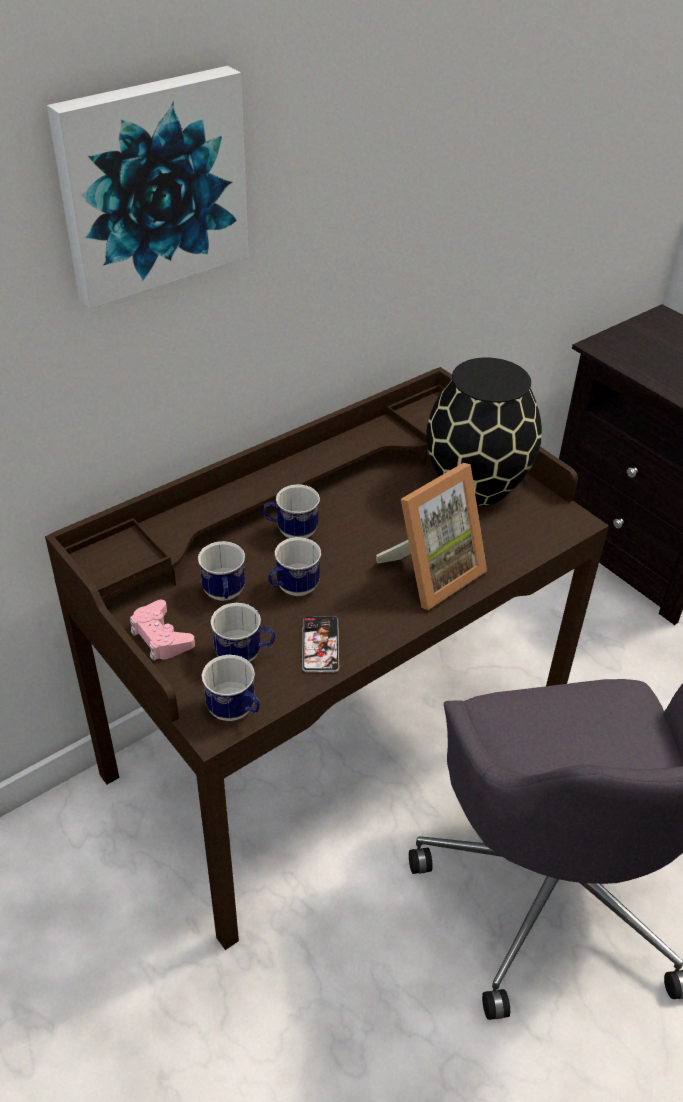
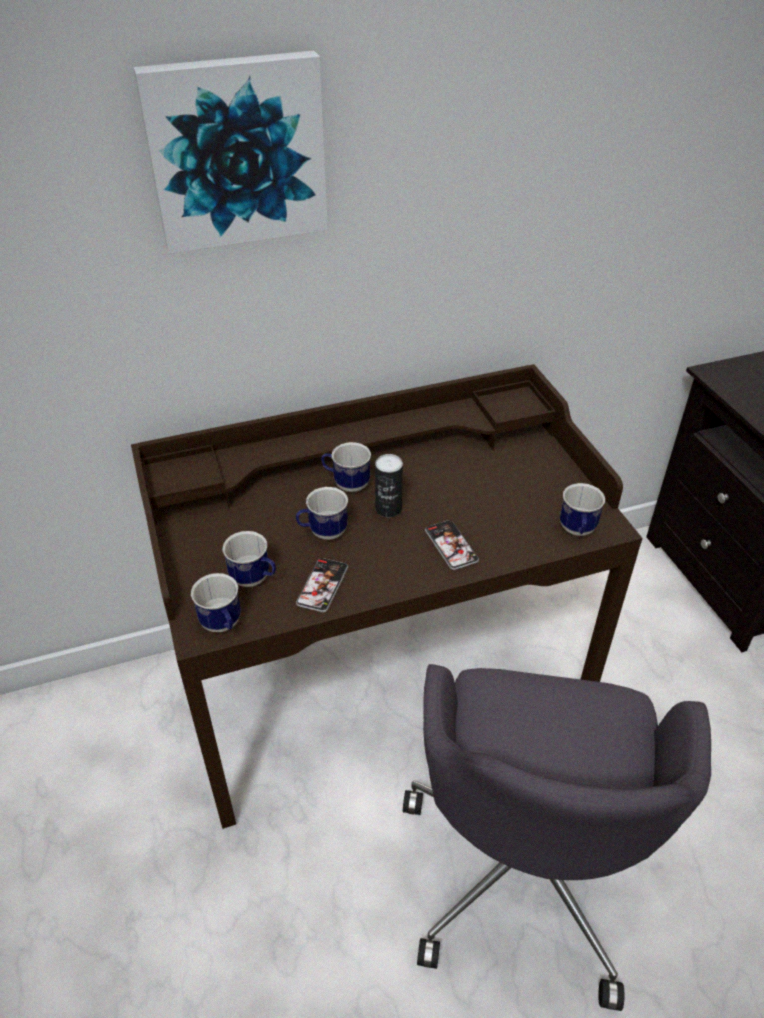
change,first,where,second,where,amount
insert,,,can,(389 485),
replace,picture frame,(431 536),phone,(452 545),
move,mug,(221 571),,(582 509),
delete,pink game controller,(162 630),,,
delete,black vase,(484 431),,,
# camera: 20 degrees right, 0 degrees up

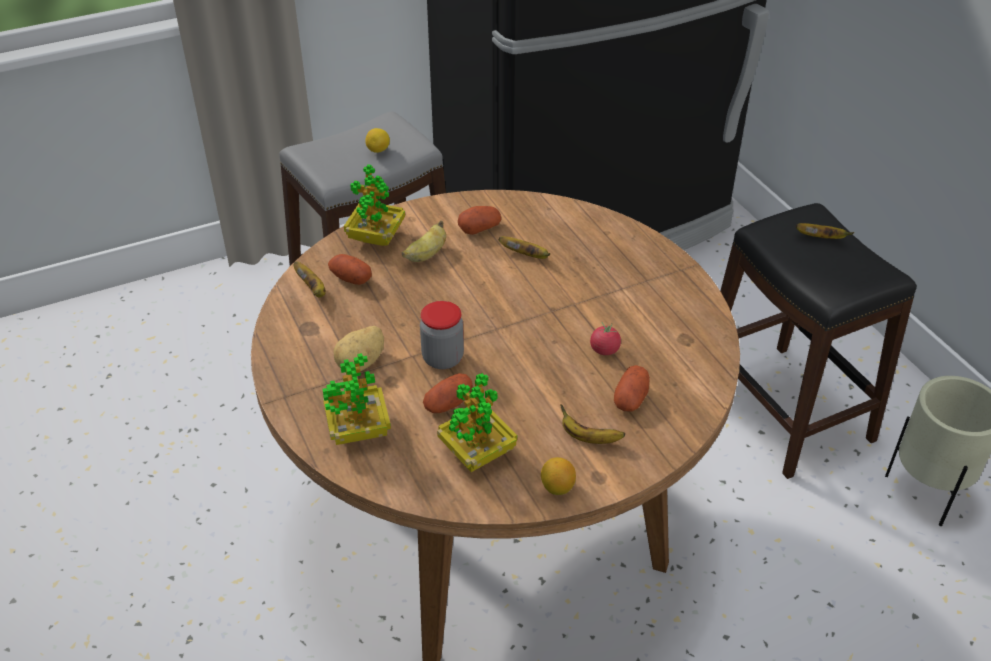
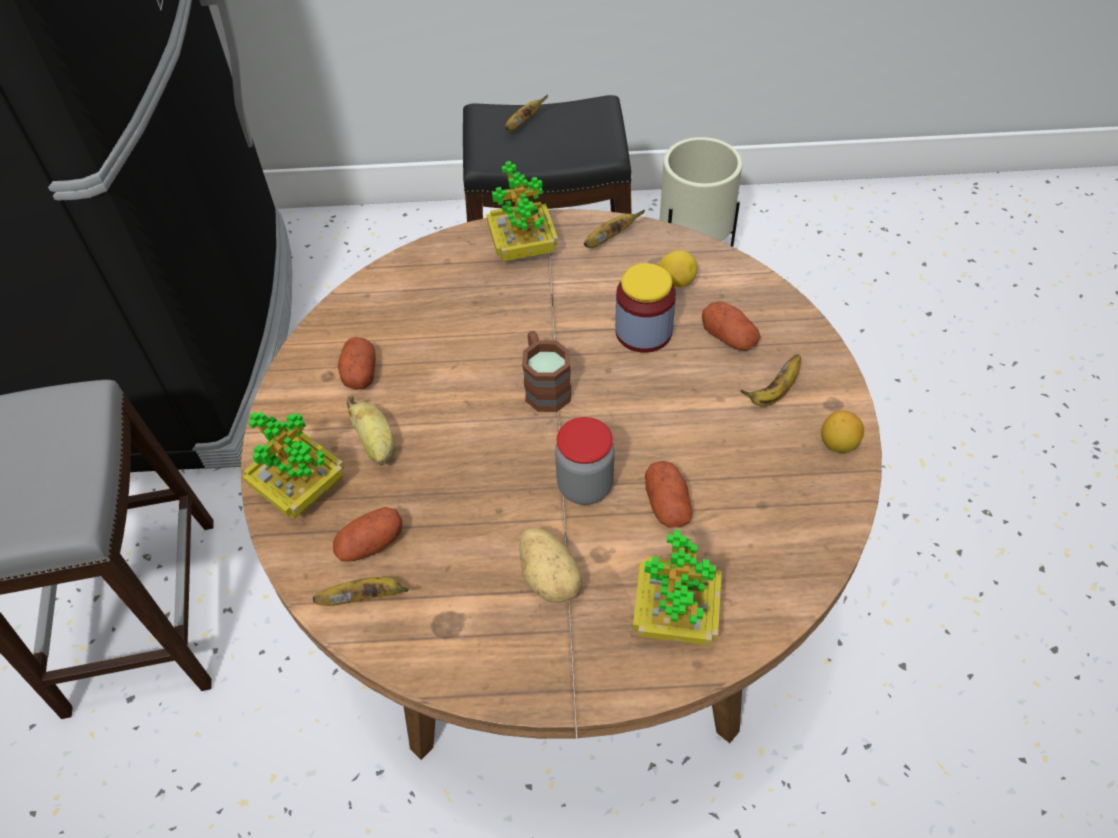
change,first,where,second,where,amount
move,potted plant,(477 422),,(522 211),
insert,,,brown mug,(546 371),
move,banana,(524 247),,(614 229),
replace,tomato,(605 339),jar,(645 308),
move,lemon,(377 140),,(677 268),
# camera: 65 degrees left, 10 degrees up

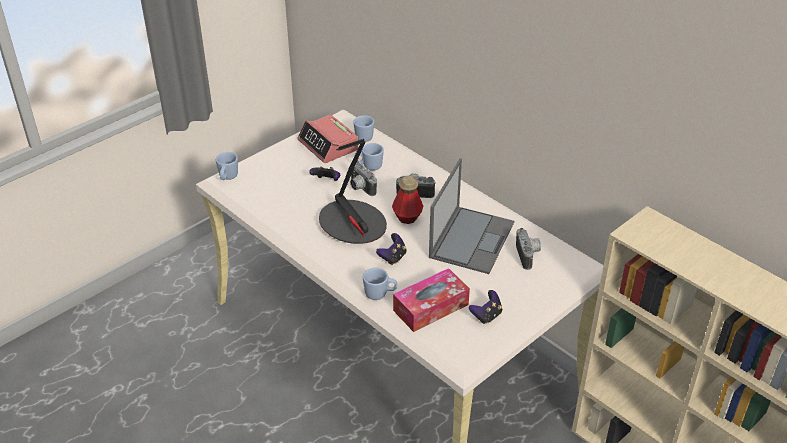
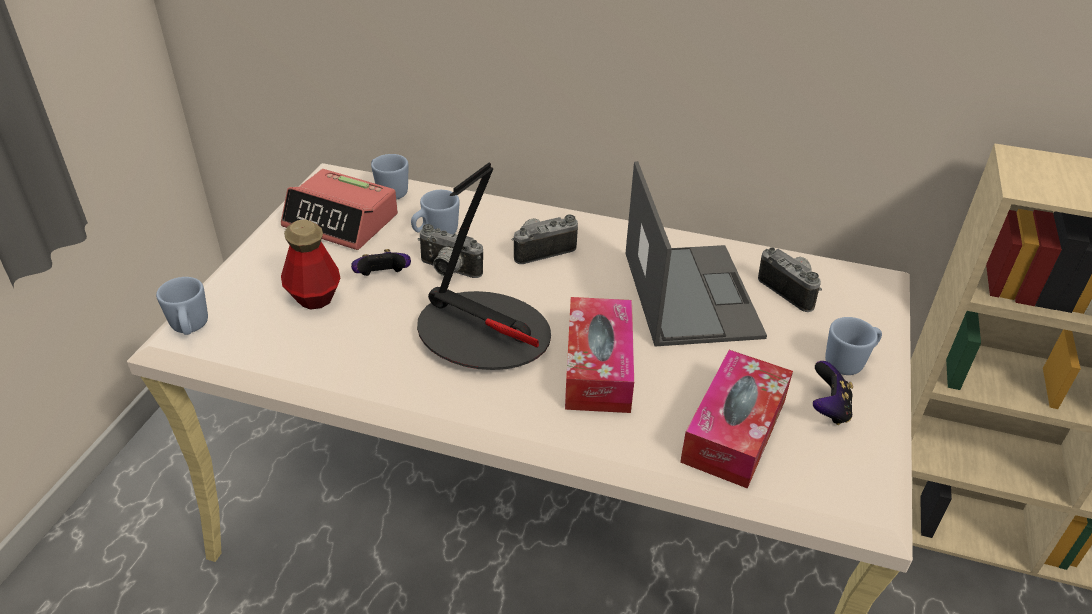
change,first,where,second,where,amount
move,bottle,(407 200),,(310 265),
replace,game controller,(391 249),tissue box,(599 355),
move,blue mug,(380 284),,(853 346),
# camera: 30 degrees left, 0 degrees up

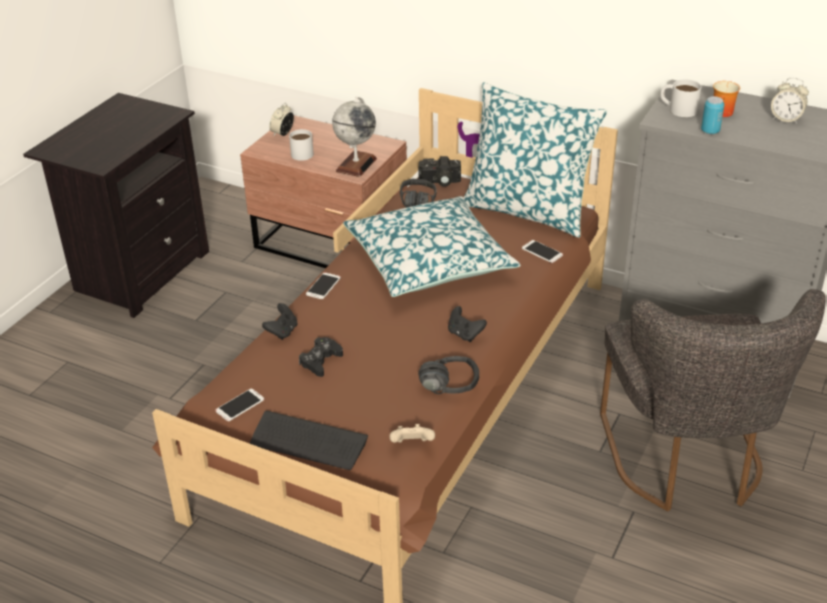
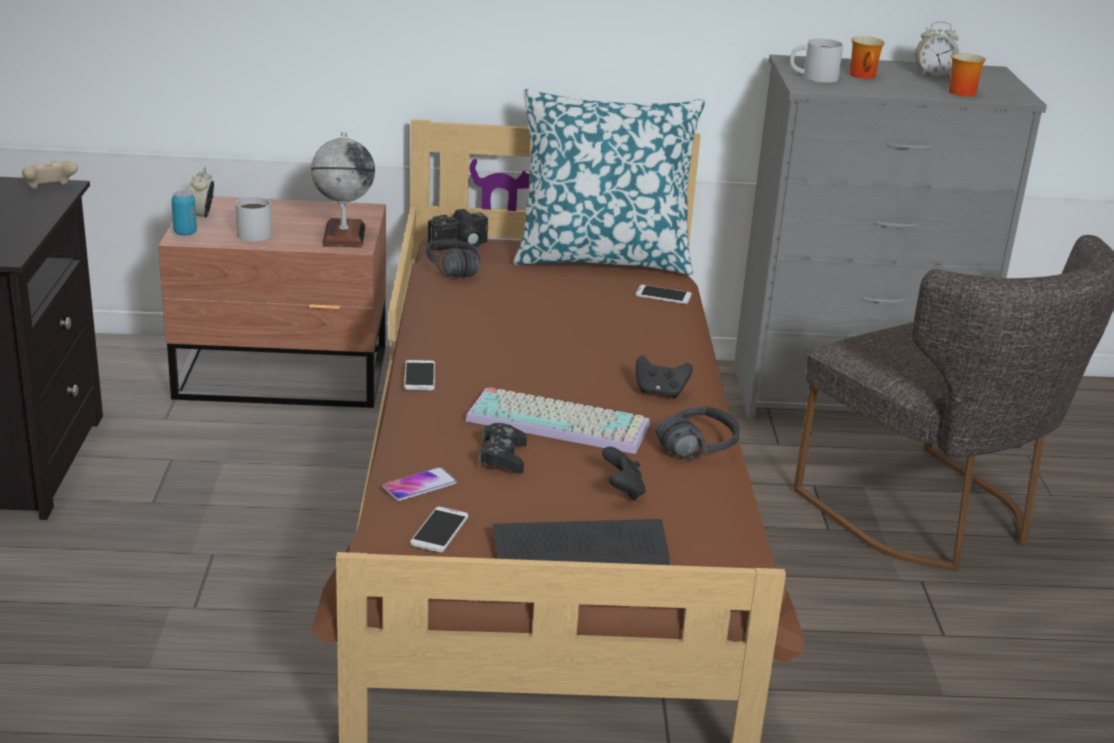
change,first,where,second,where,amount
move,beige game controller,(412 433),,(50 175),
move,can,(712 115),,(184 212),
insert,,,phone,(419 484),
insert,,,keyboard,(558 420),
move,black game controller,(280 321),,(623 473),
insert,,,mug,(967 75),
delete,pillow,(432 246),,,
# camera: 30 degrees left, 10 degrees down

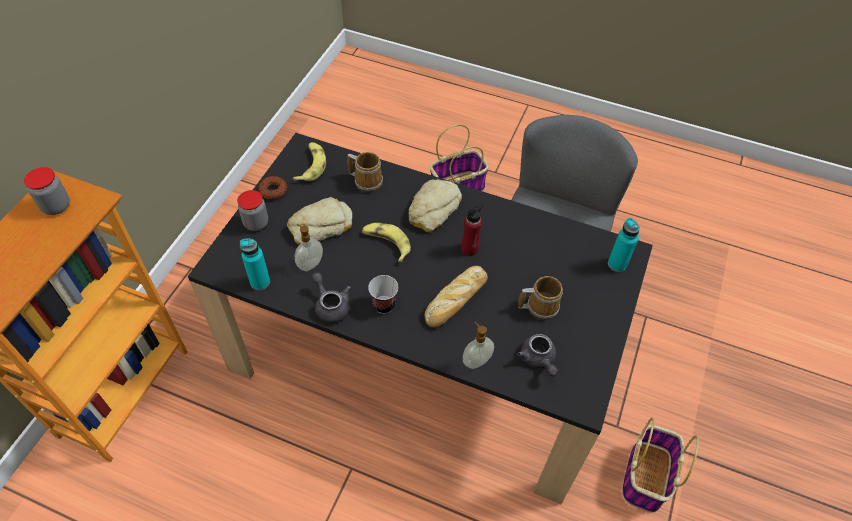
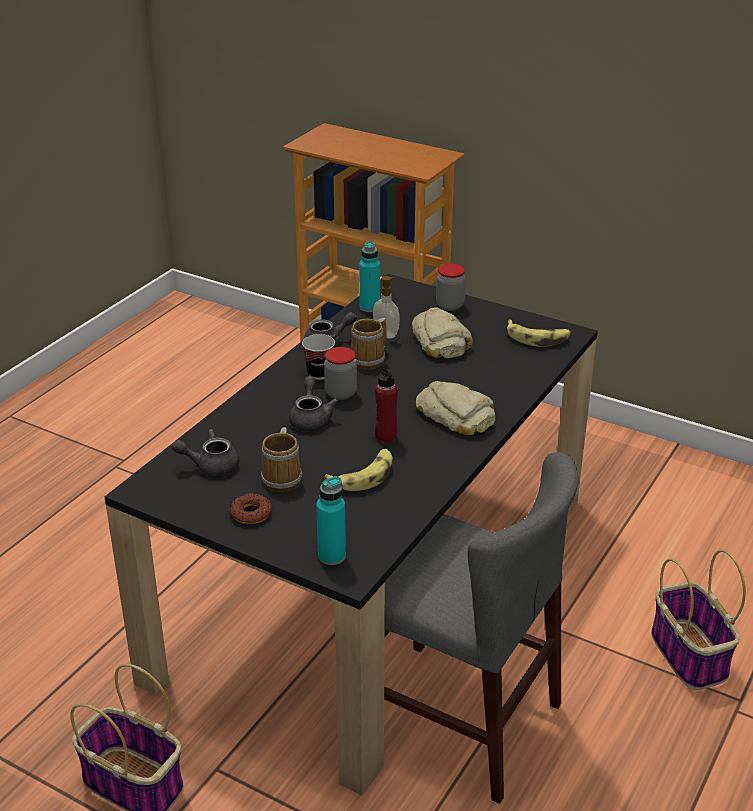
change,first,where,second,where,amount
move,donut,(272 187),,(250 508),
replace,bread,(456 297),grey teapot,(313 403),
move,jar,(47 191),,(340 373),
move,banana,(386 242),,(358 470),
move,mug,(365 172),,(369 343),
delete,soap dispenser,(478 345),,,
# camera: 100 degrees right, 20 degrees down

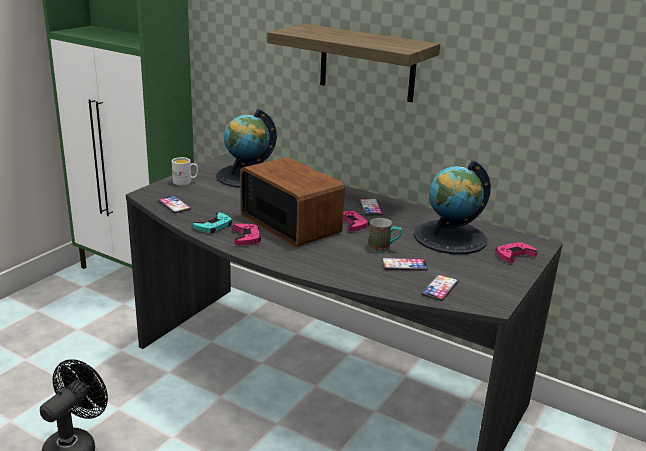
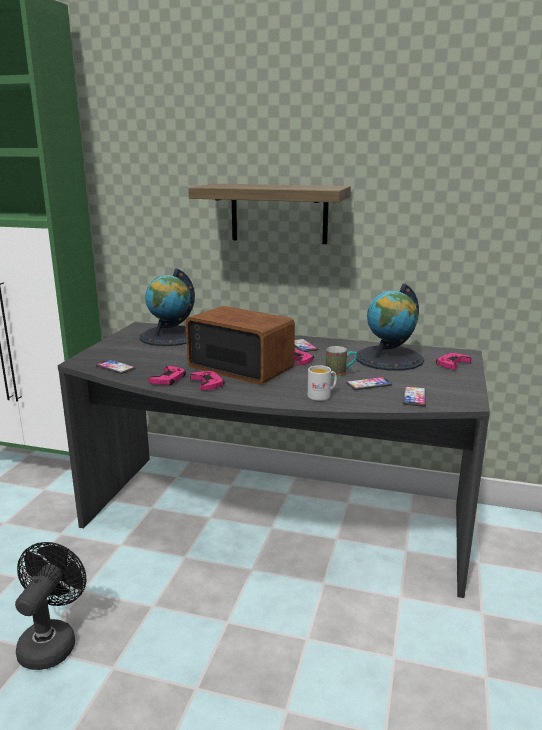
change,first,where,second,where,amount
recolor,turquoise game controller,(212 222),pink game controller,(167 375),
move,white mug,(185 171),,(322 383),
# camera: 15 degrees left, 5 degrees down

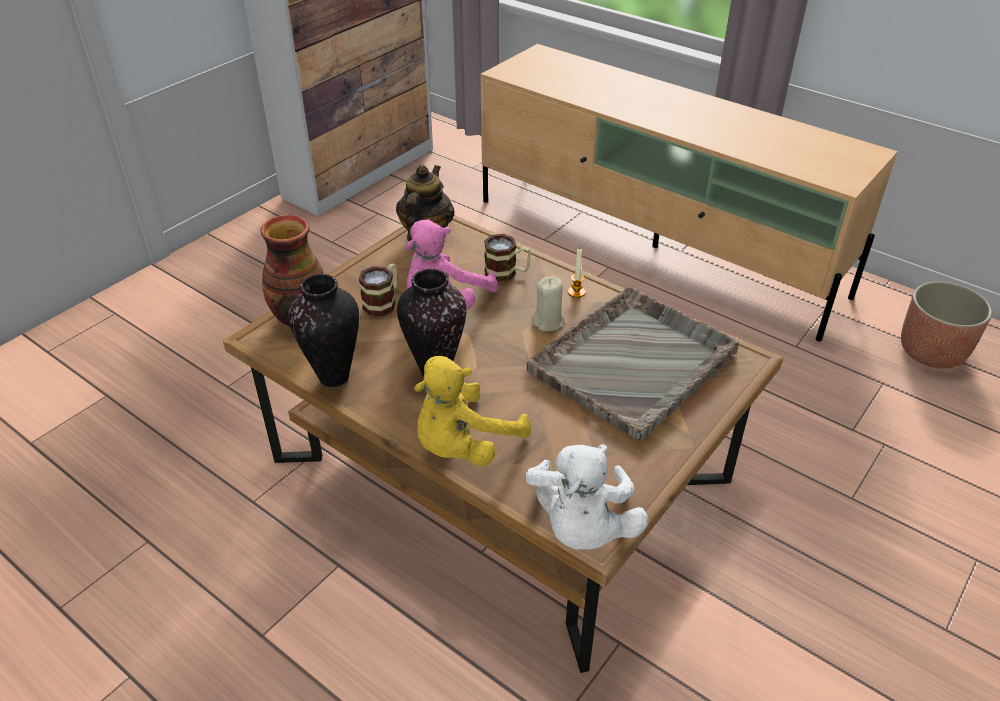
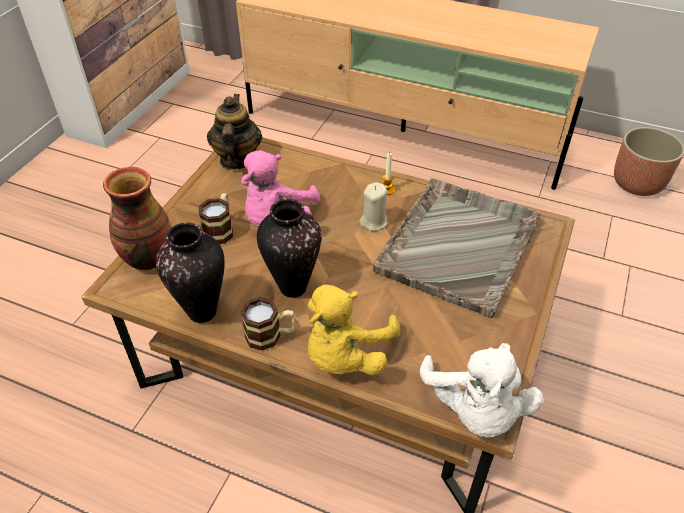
change,first,where,second,where,amount
move,mug,(507 258),,(268 324),
# camera: 15 degrees left, 5 degrees up

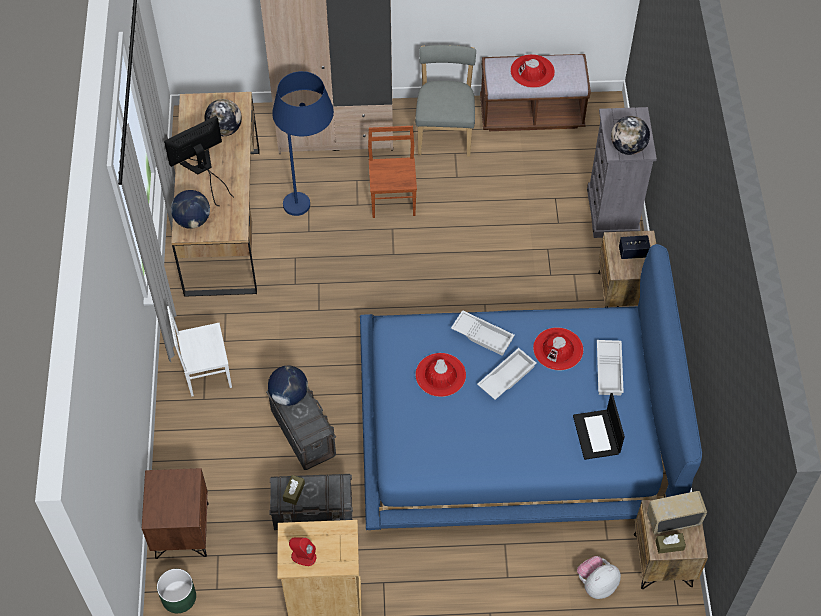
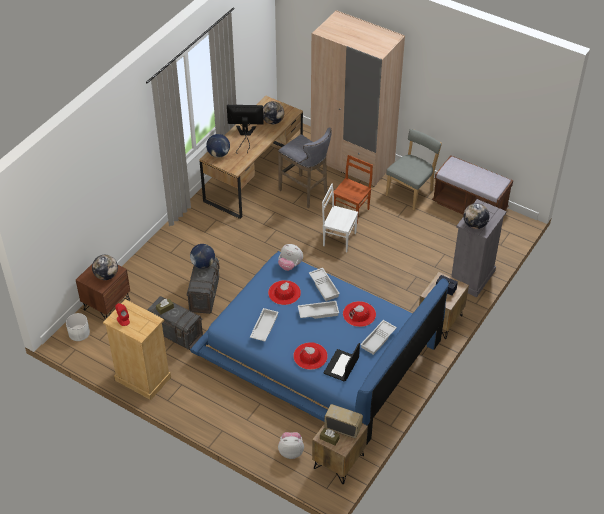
change,first,where,second,where,amount
recolor,green planter,(176 591),white planter,(78 327),
insert,,,globe,(105 267),
insert,,,white tray,(264 324),
replace,blue floor lamp,(303 143),grey stool,(305 167),
insert,,,plush toy,(290 257),
move,red hat,(532 71),,(310 356),
move,white chair,(199 351),,(340 217),
# camera: 35 degrees right, 10 degrees down

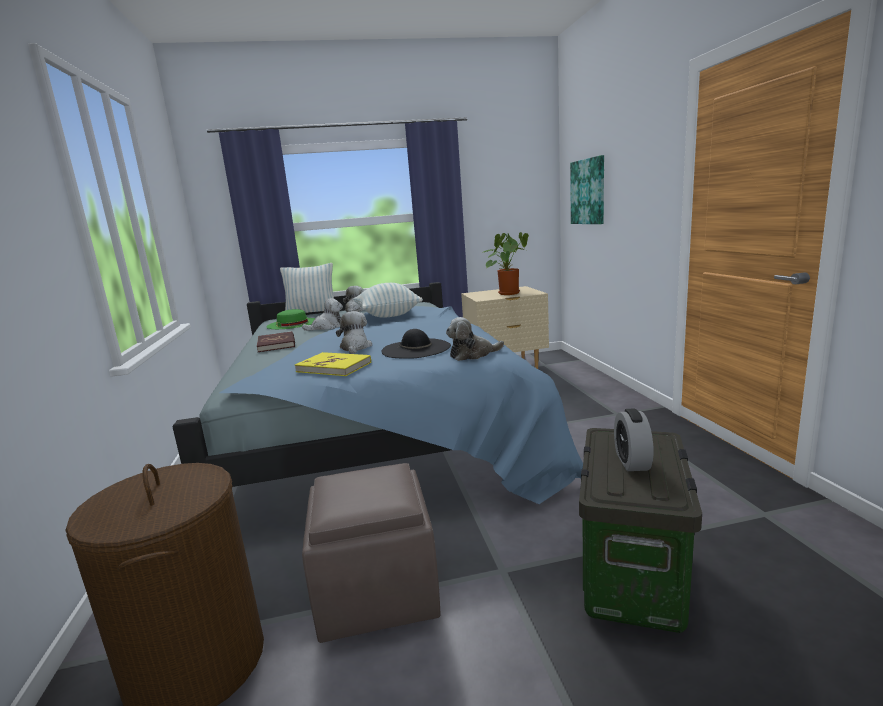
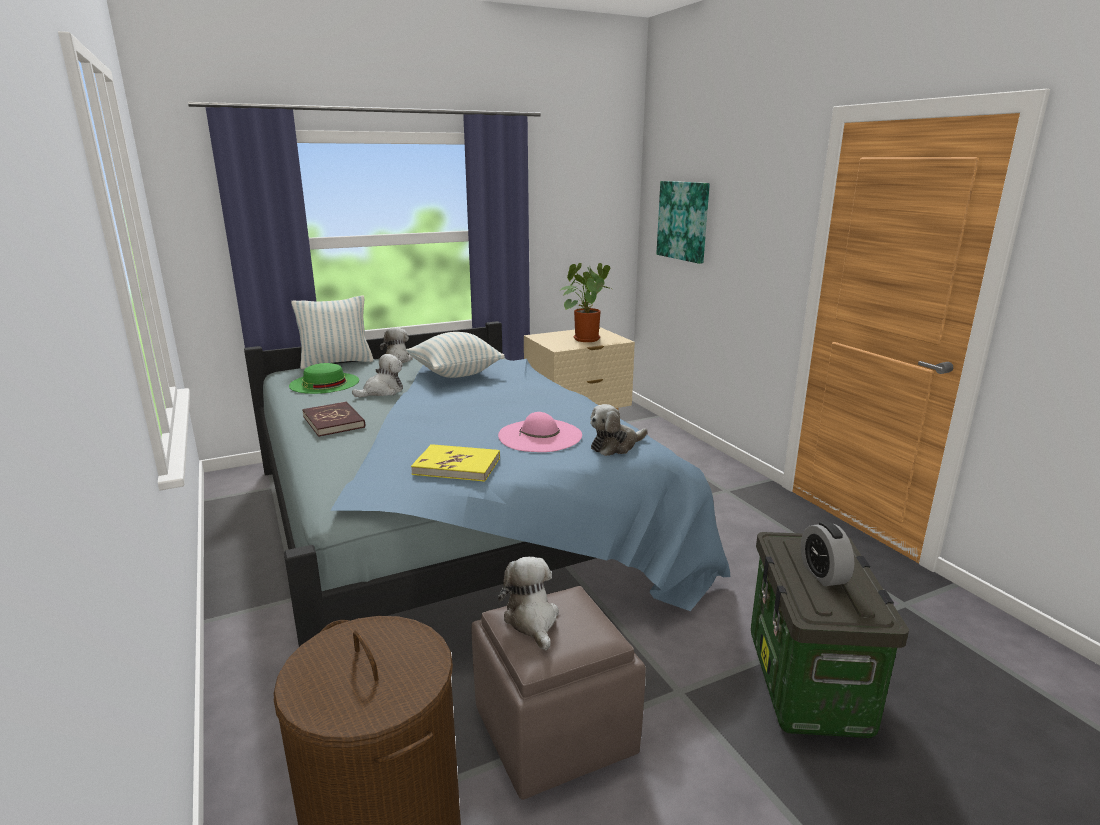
change,first,where,second,where,amount
recolor,black hat,(416 344),pink hat,(540 432),
move,plush toy,(354 332),,(528 603),
# camera: 15 degrees left, 5 degrees up

